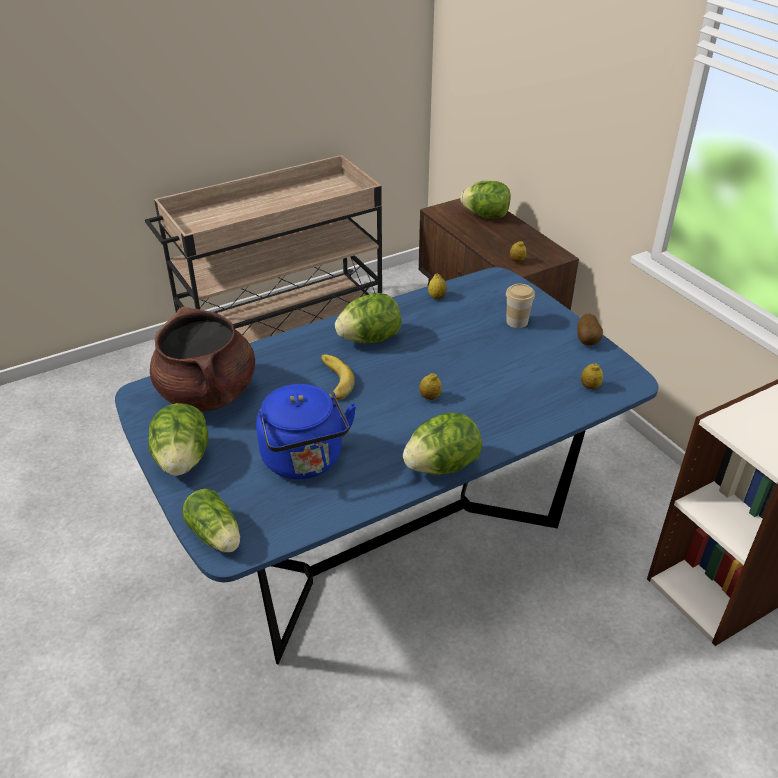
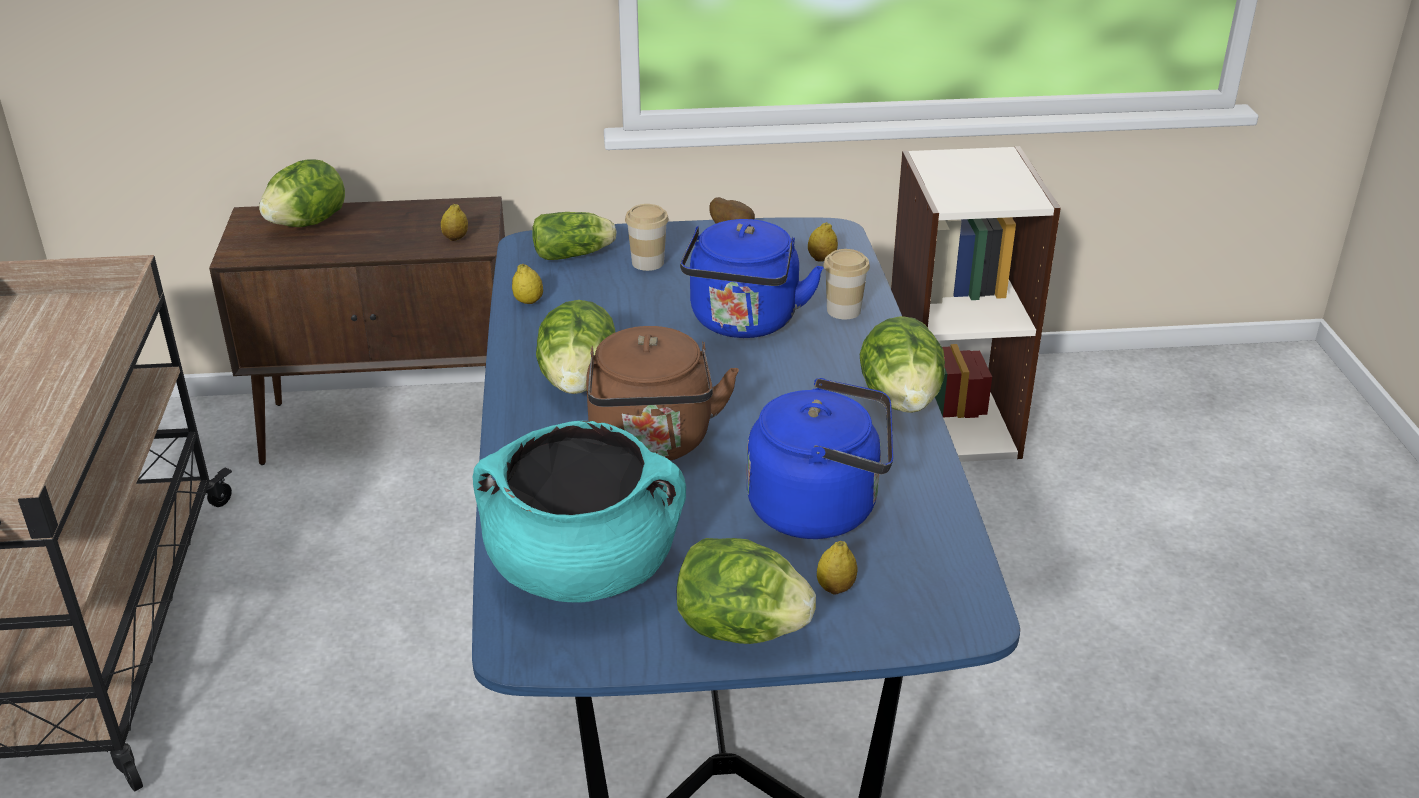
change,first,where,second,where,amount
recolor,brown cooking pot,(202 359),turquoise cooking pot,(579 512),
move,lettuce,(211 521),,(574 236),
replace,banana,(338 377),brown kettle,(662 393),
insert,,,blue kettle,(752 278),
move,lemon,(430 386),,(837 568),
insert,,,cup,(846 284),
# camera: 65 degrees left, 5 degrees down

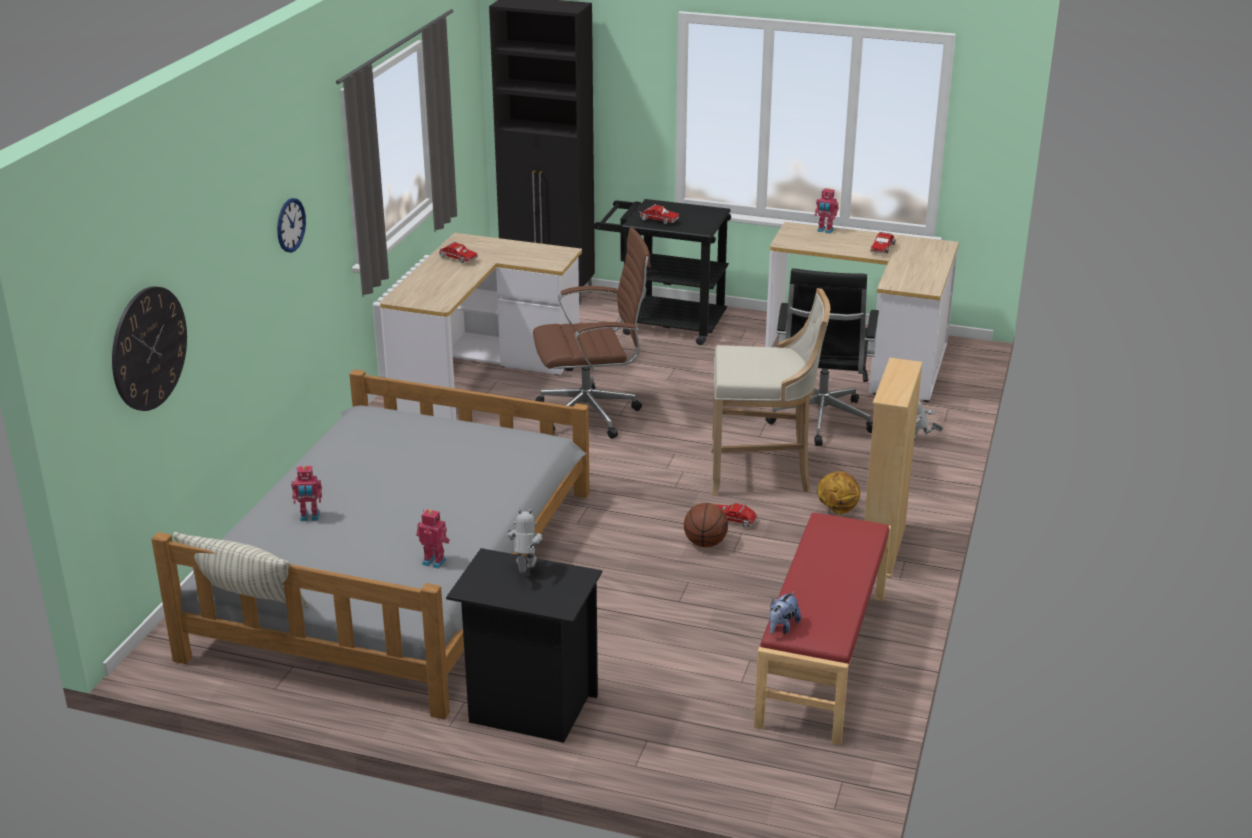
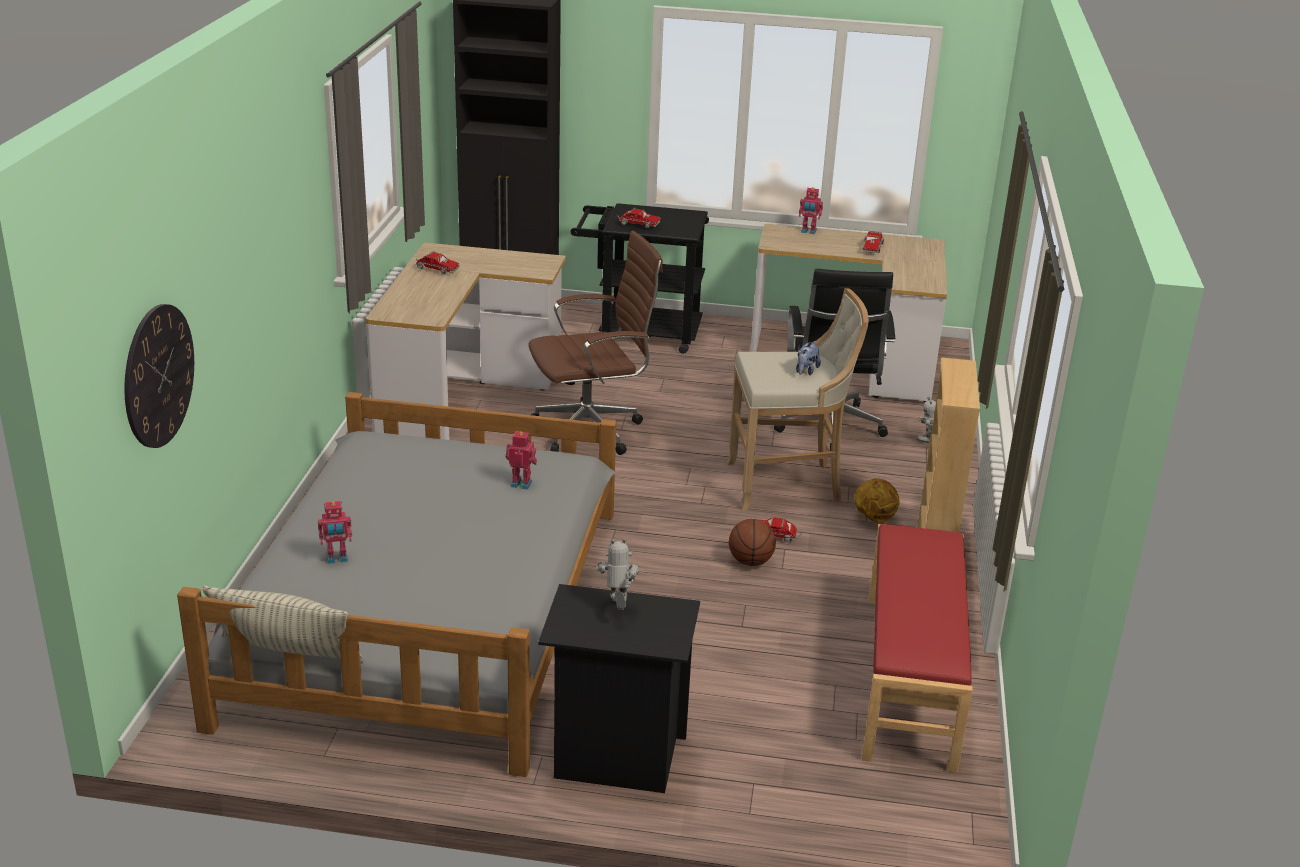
change,first,where,second,where,amount
move,toy robot,(433 539),,(521 460),
move,plush toy,(785 612),,(808 358),
delete,wall clock,(291 225),,,
# camera: 10 degrees left, 0 degrees up

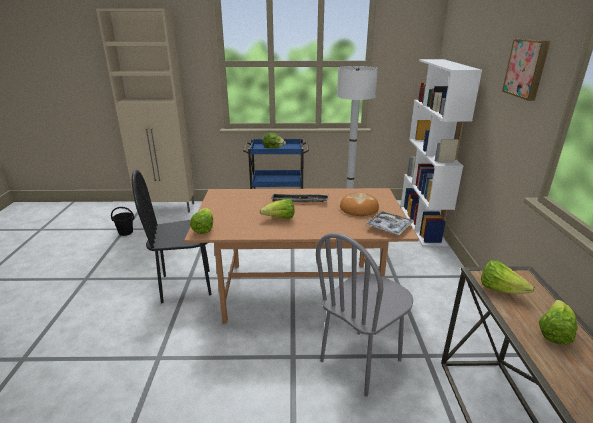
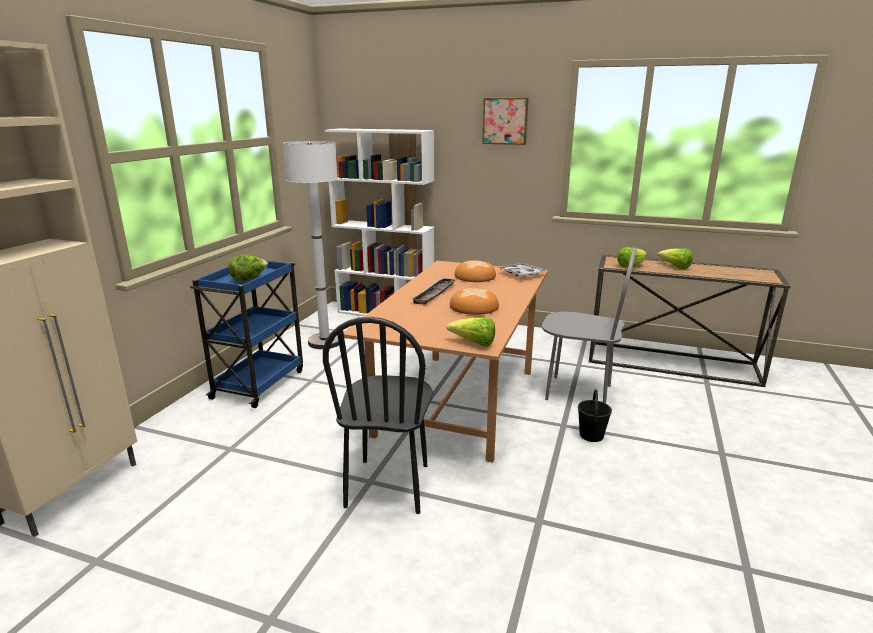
change,first,where,second,where,amount
replace,lettuce,(277 209),bread,(474 301),
rotate,grey chair,(364 315),,(589 325),45 degrees counterclockwise
move,black bucket,(122 221),,(595 415),
# camera: 70 degrees left, 5 degrees down

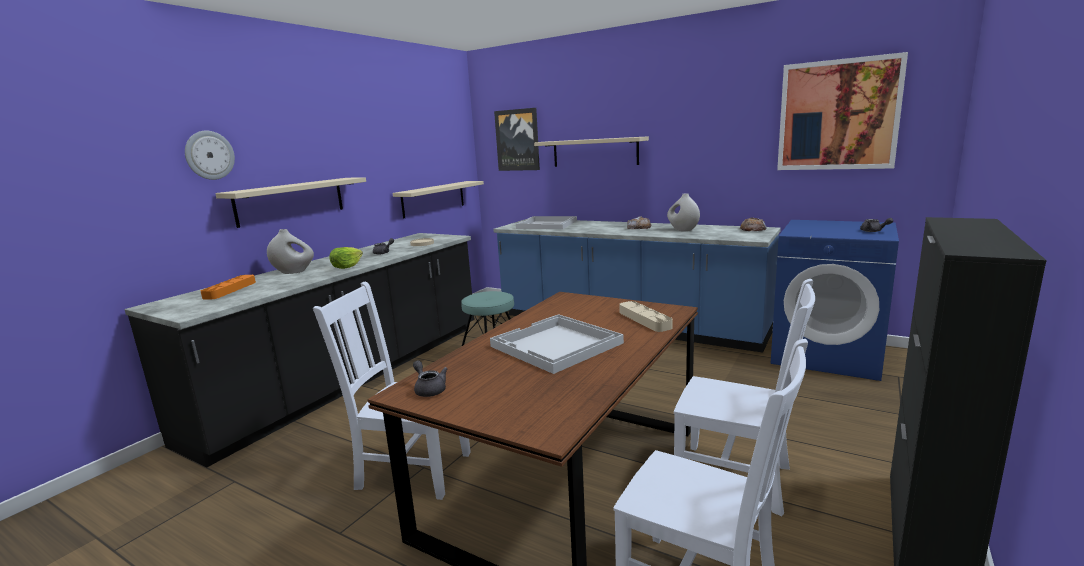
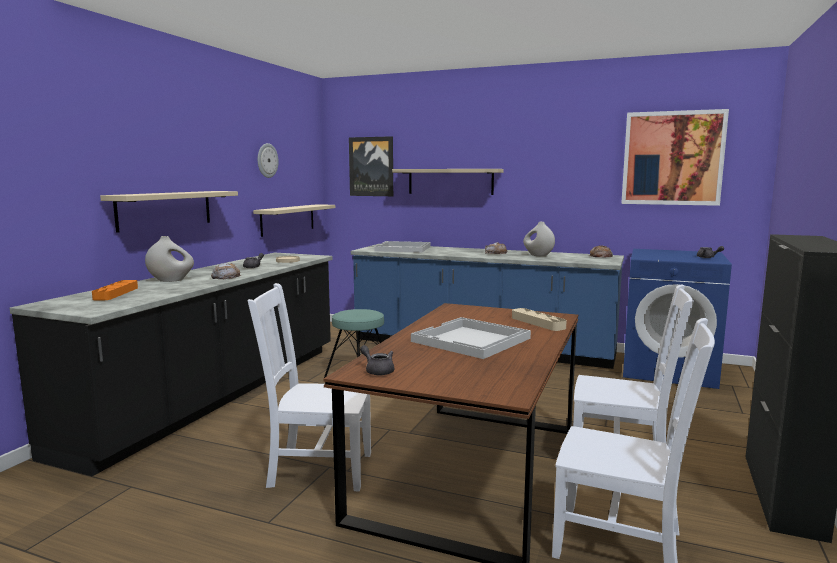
change,first,where,second,where,amount
replace,lettuce,(346 258),bread,(226 271),
move,wall clock,(210 155),,(268 160),
# camera: 10 degrees left, 5 degrees down

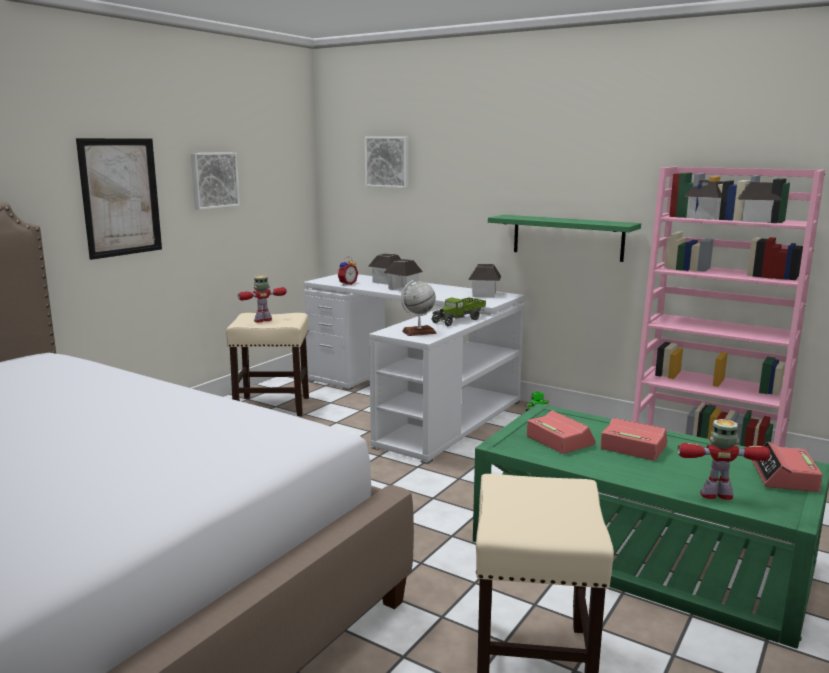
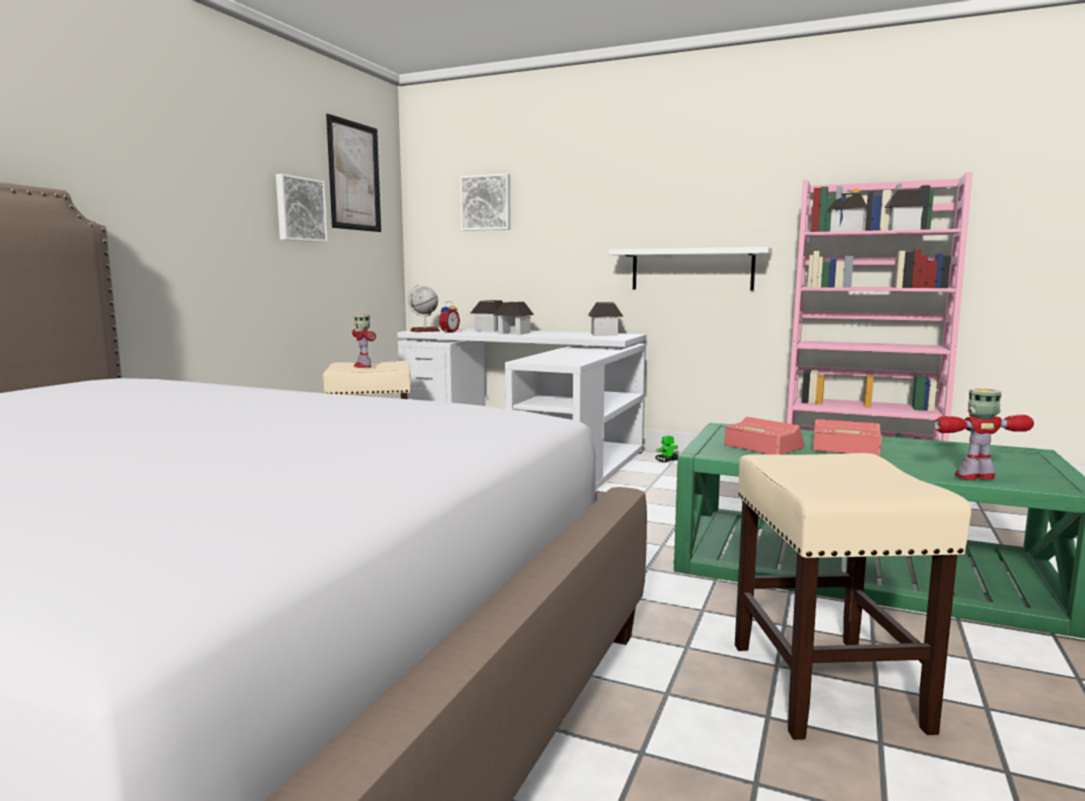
change,first,where,second,where,amount
move,picture,(119 199),,(353 173),
rotate,toy robot,(262 299),,(364 341),75 degrees counterclockwise
move,globe,(419 308),,(424 308),
recolor,green shelf,(564 238),white shelf,(690 269),
delete,toy truck,(458 311),,,
delete,alarm clock,(787 467),,,
# camera: 10 degrees left, 5 degrees down

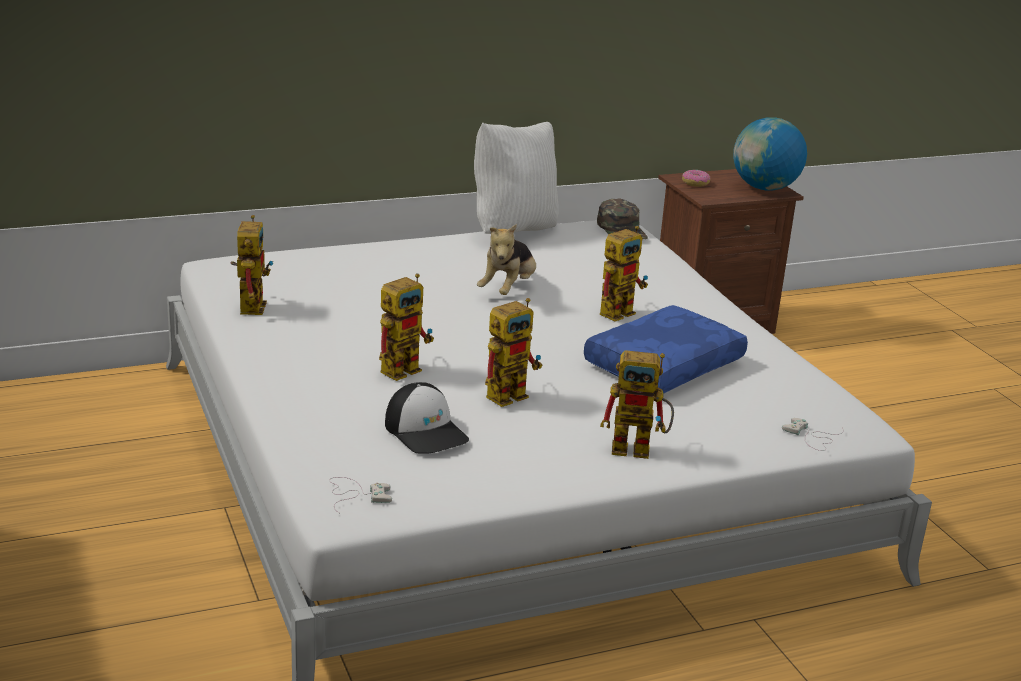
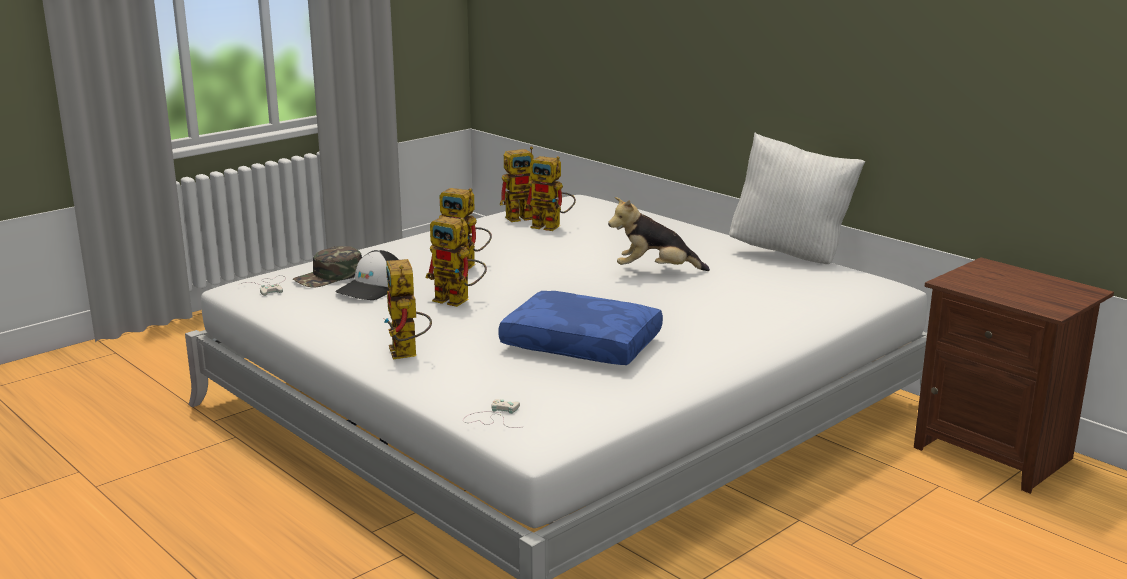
change,first,where,second,where,amount
move,green cap,(622 219),,(327 266),
move,toy robot,(624 274),,(550 193),
delete,donut,(696 178),,,
delete,globe,(770 154),,,
# camera: 70 degrees right, 5 degrees down

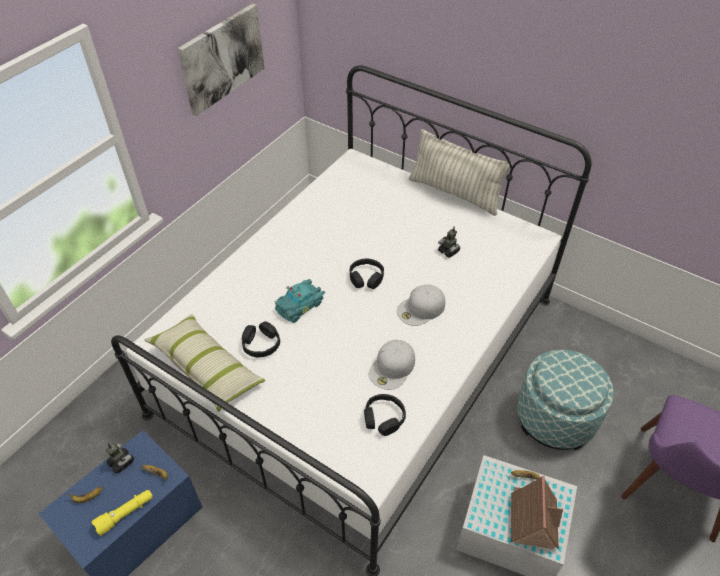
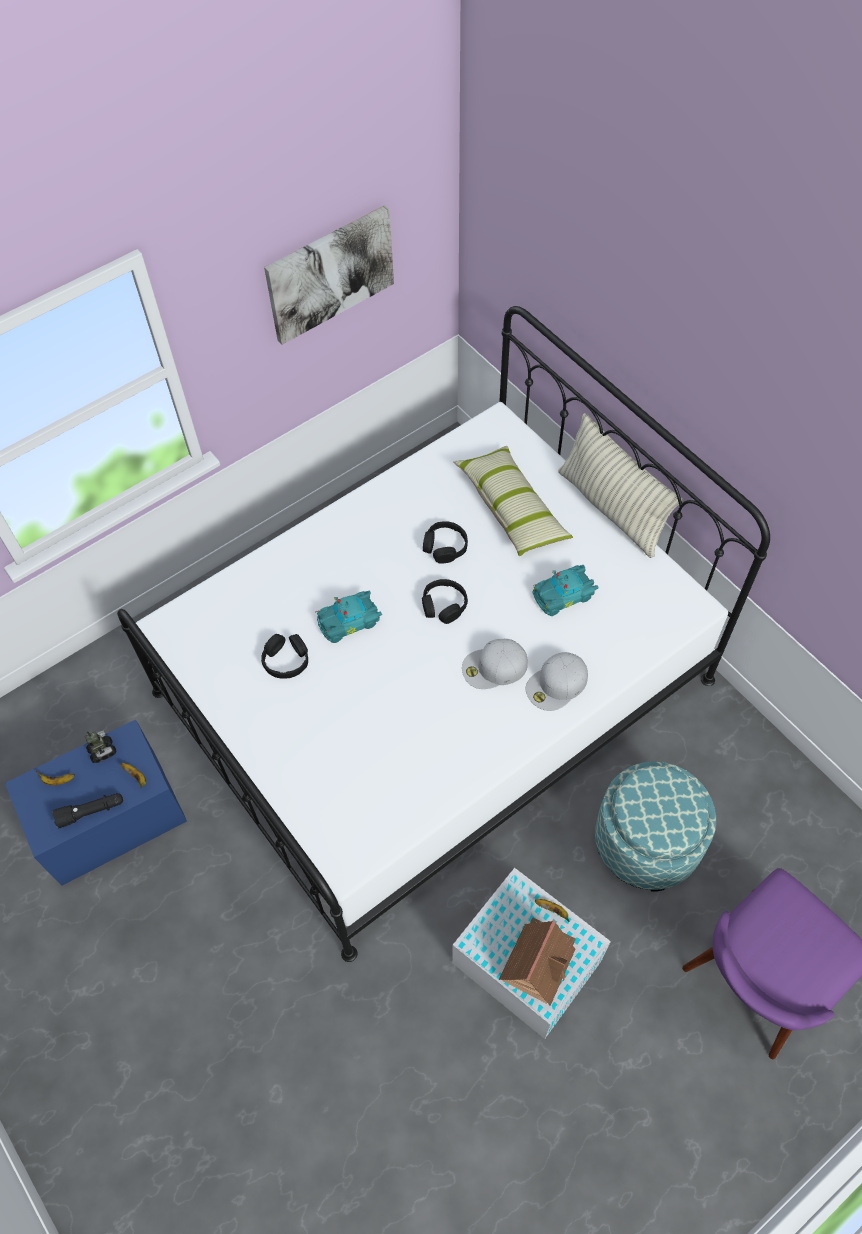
change,first,where,second,where,amount
recolor,yellow flashlight,(122 513),black flashlight,(87 811),
move,black headphones,(385 415),,(445 542),
move,pillow,(204 363),,(513 501),
move,white cap,(392 365),,(557 681),
replace,toy robot,(449 242),turquoise toy car,(566 590),
# camera: 20 degrees right, 10 degrees up

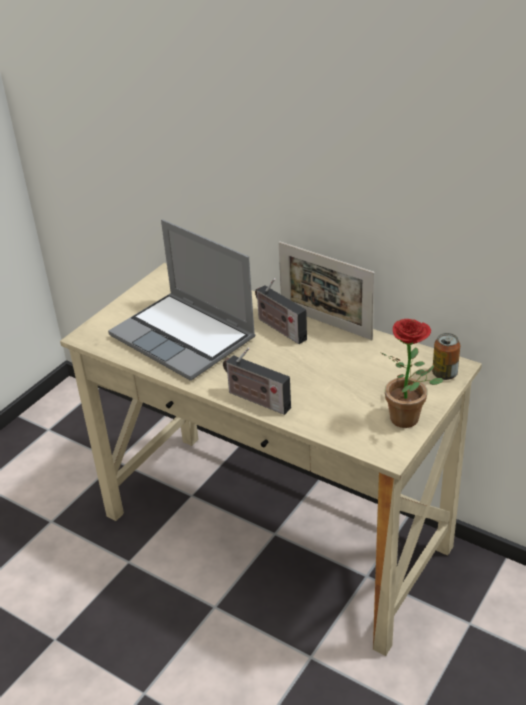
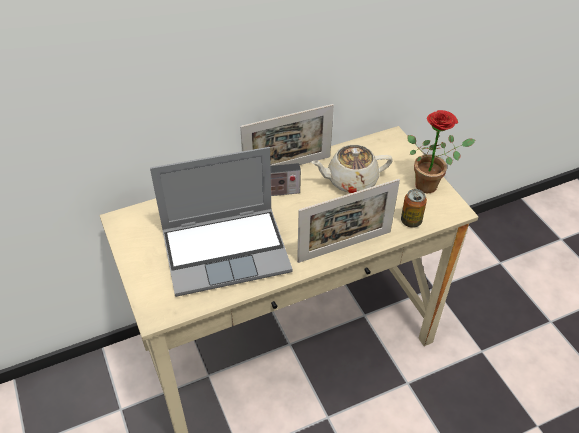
change,first,where,second,where,amount
replace,radio,(257 381),picture frame,(348 221),
insert,,,beige teapot,(352 169),
move,can,(446 356),,(414 208),
# camera: 60 degrees left, 10 degrees up

